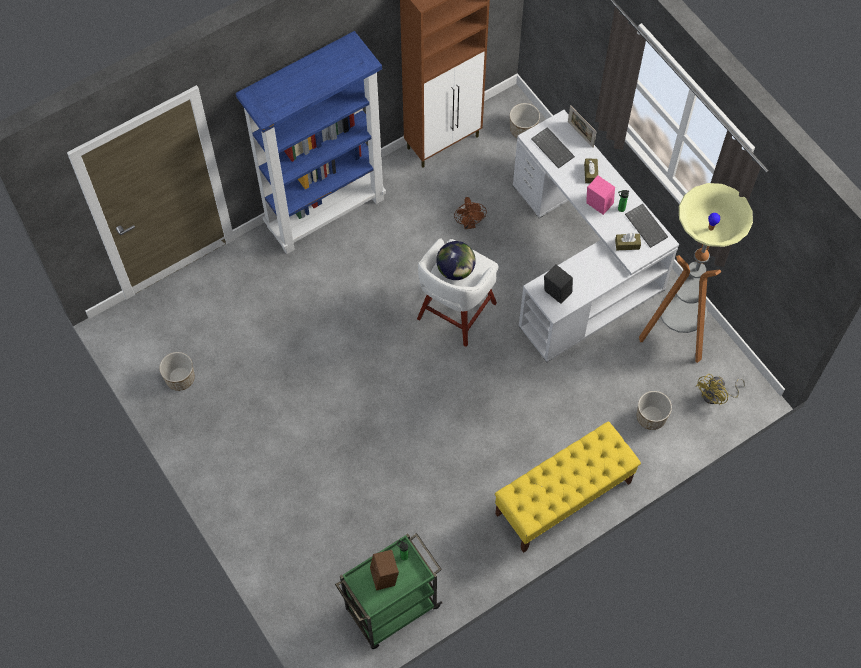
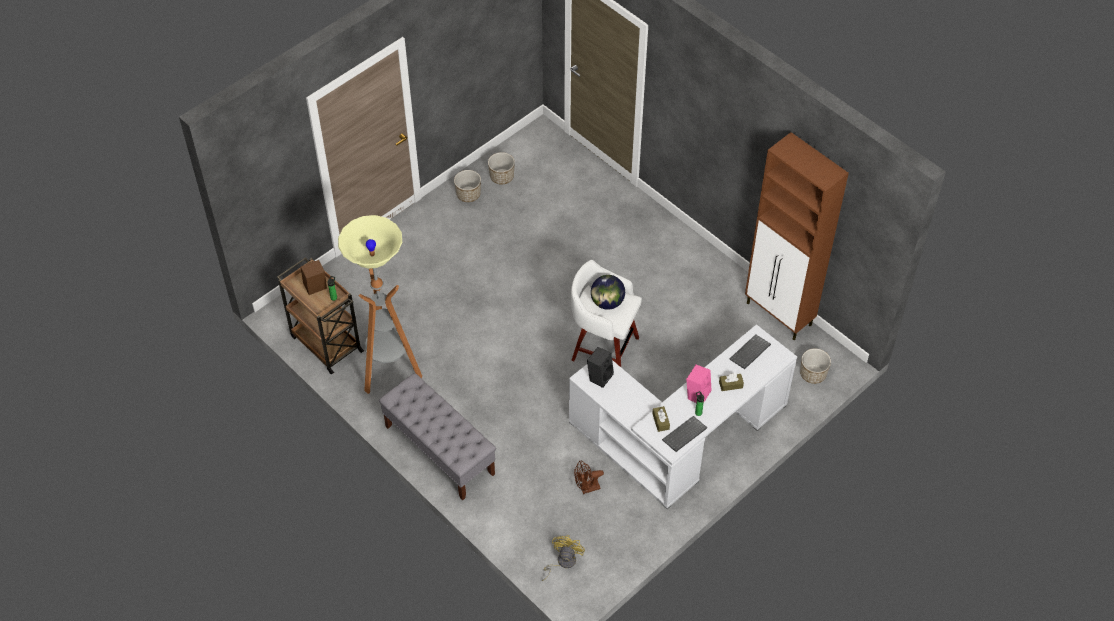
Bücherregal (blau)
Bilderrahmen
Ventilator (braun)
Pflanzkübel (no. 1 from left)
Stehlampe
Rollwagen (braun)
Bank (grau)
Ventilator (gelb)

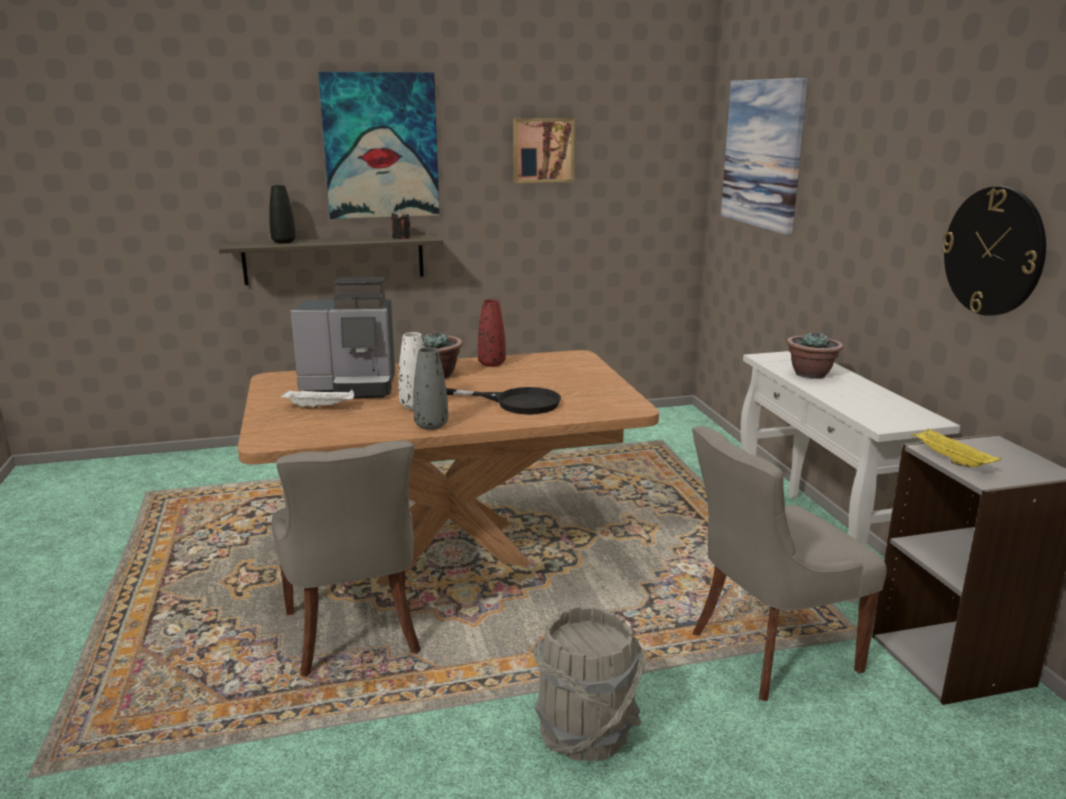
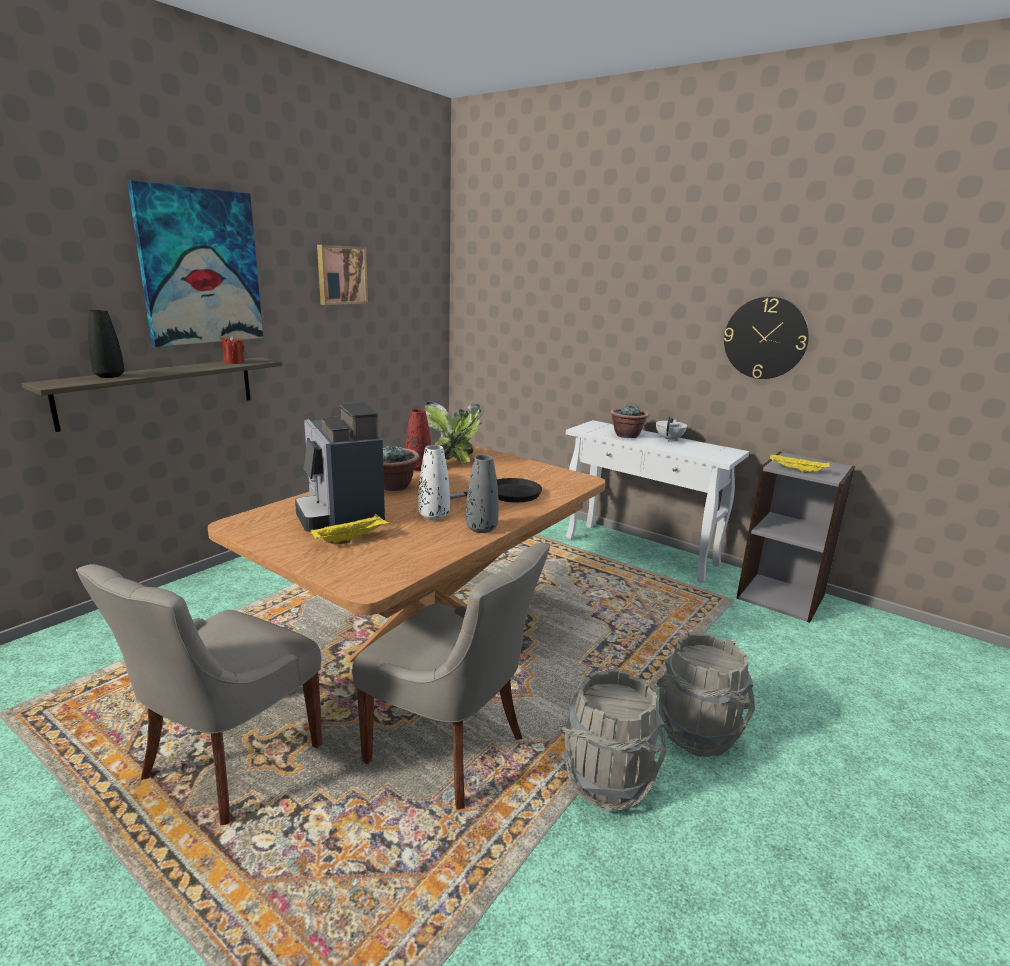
Bild (no. 3 from left in the first image)
Topfpflanze (no. 2 from left)
Eimer (grau) (no. 1 from left)
Teekanne (weiß)
Stuhl (grau) (no. 1 from left)
Tablett (gelb) (no. 1 from left)
Kerze (rot)
Kaffeemaschine

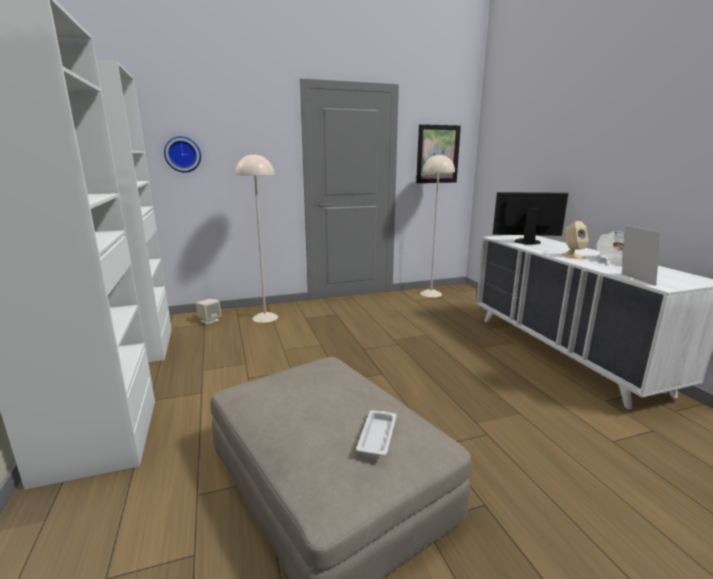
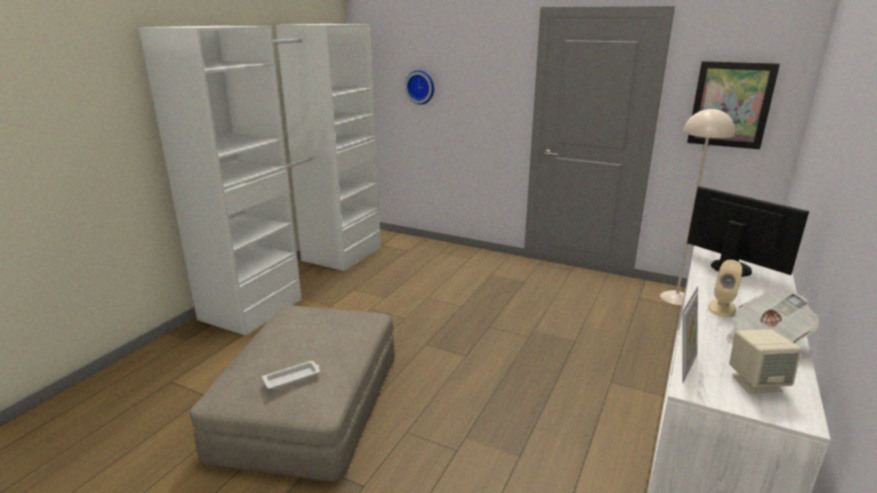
Stehlampe (beige) (no. 1 from left in the first image)
Lautsprecher (beige) (no. 2 from left)

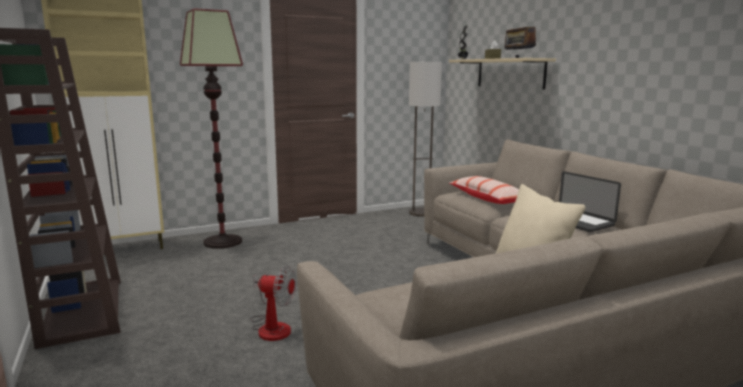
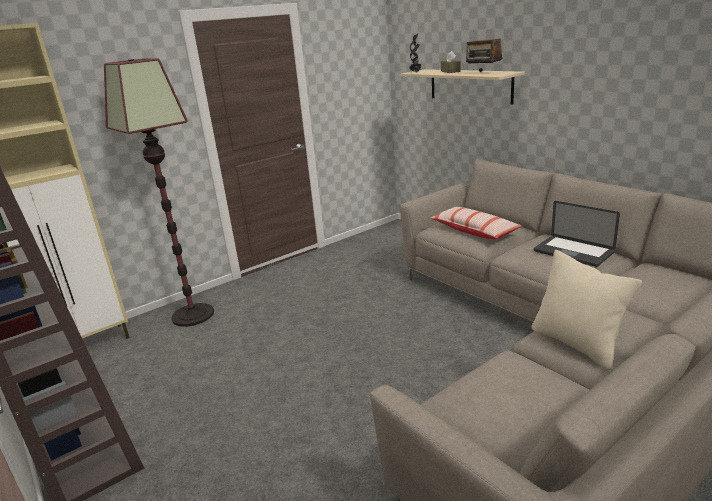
Ventilator
Stehlampe (no. 2 from left in the first image)

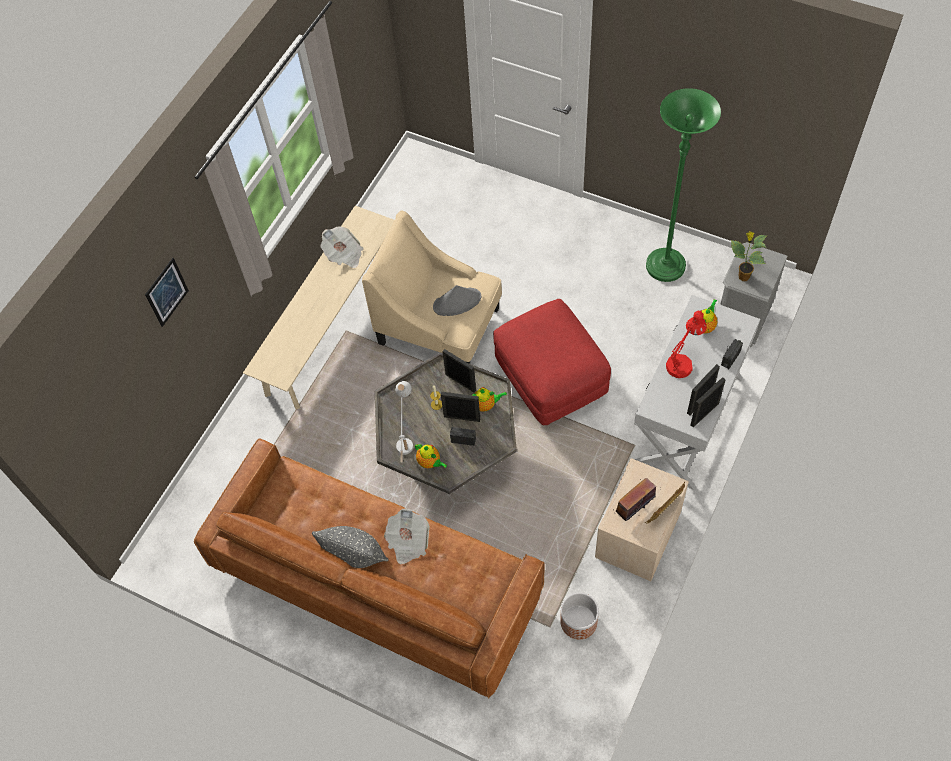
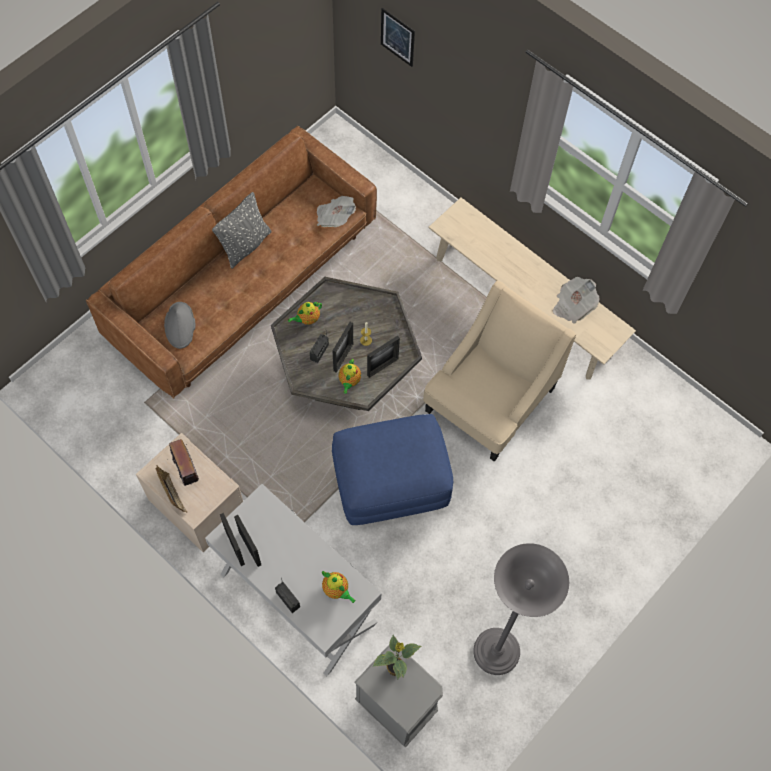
Tischlampe (weiß)
Pflanzkübel
Tischlampe (rot)
Bild
Zeitung (no. 1 from left)
Hut (grau)
Polsterhocker (blau)
Stehlampe (grau)

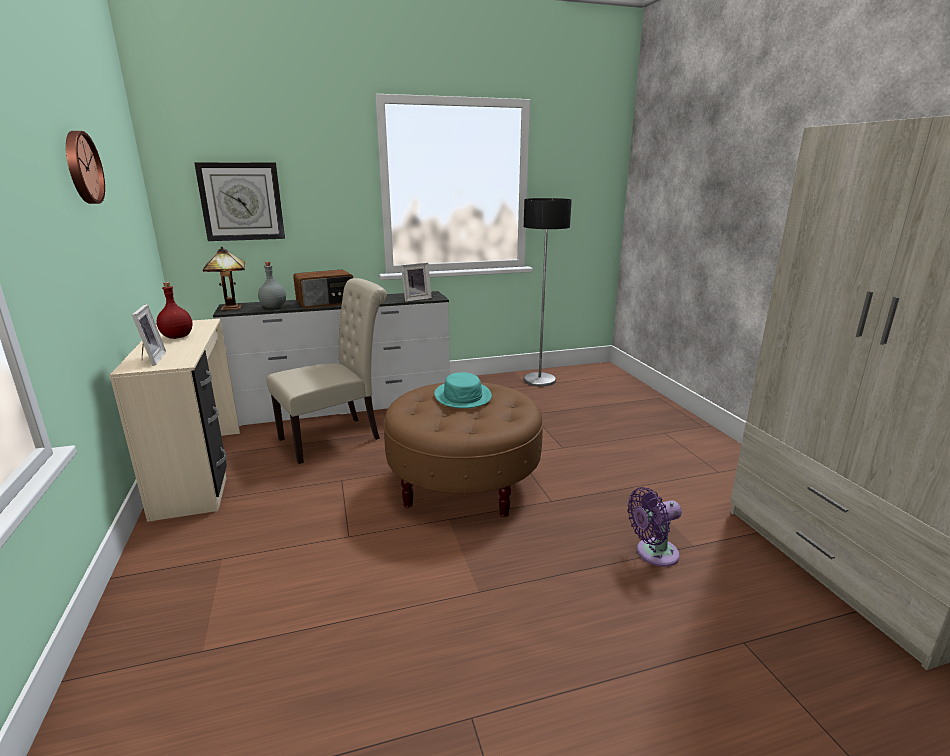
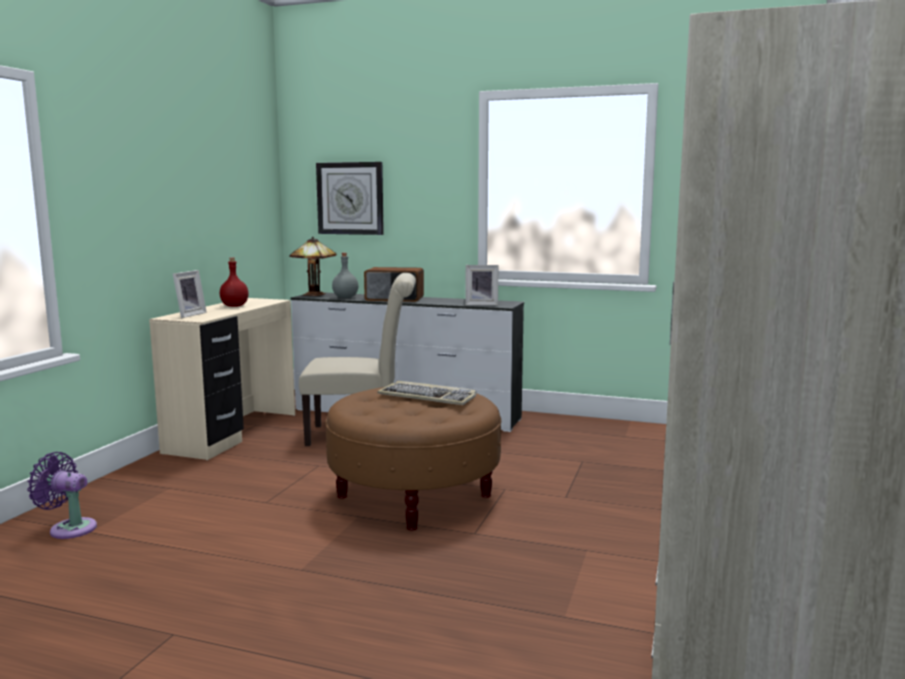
Wanduhr (no. 1 from left in the first image)
Stehlampe
Ventilator (lila)
Tastatur

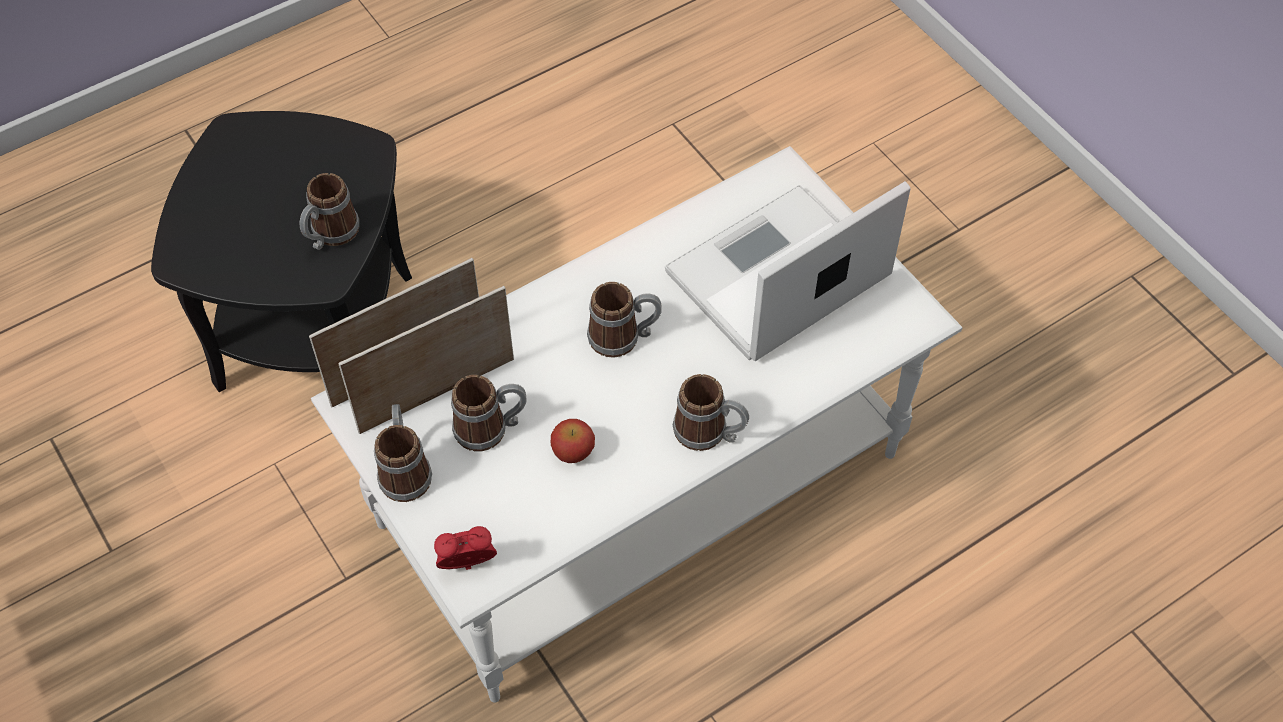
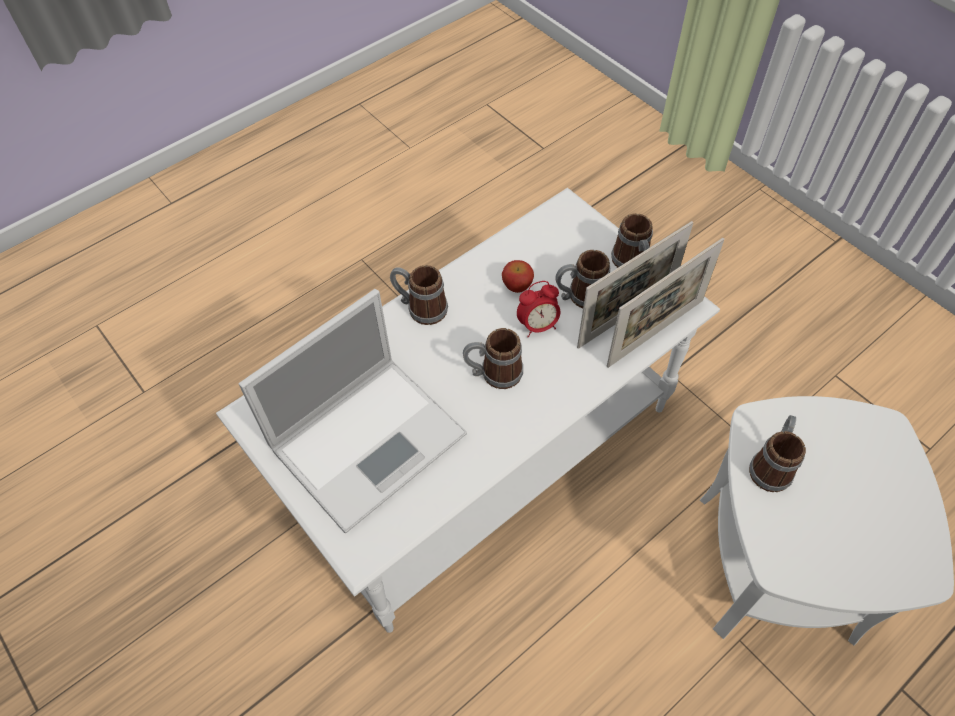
Wecker
Beistelltisch (weiß)

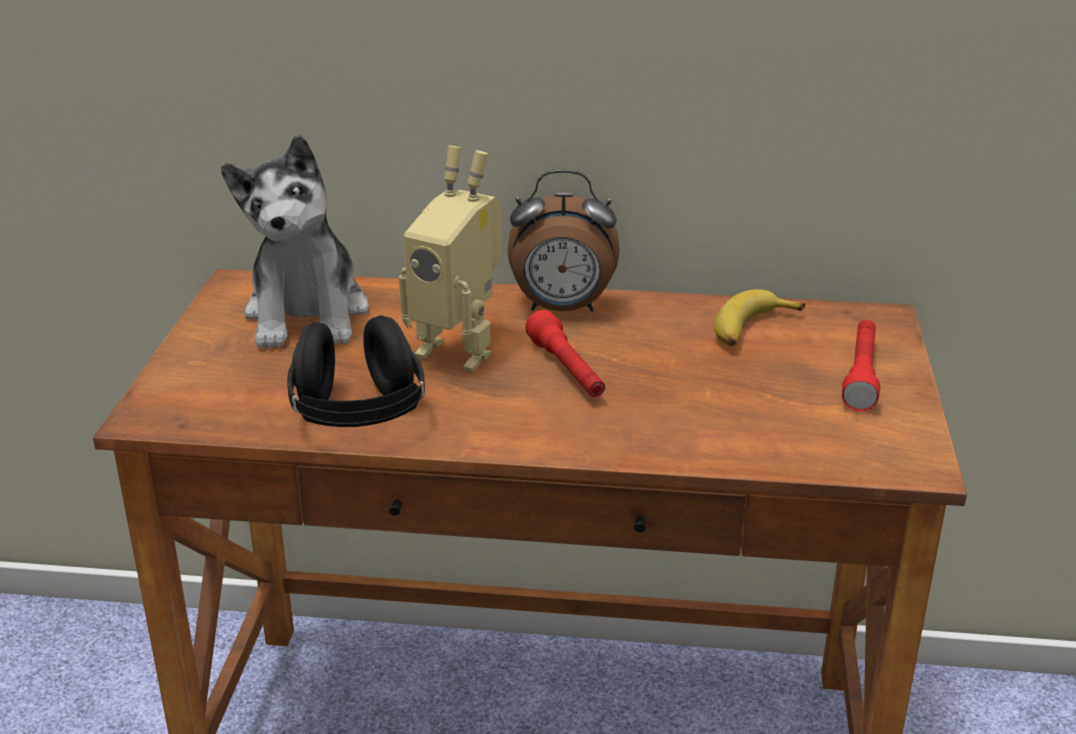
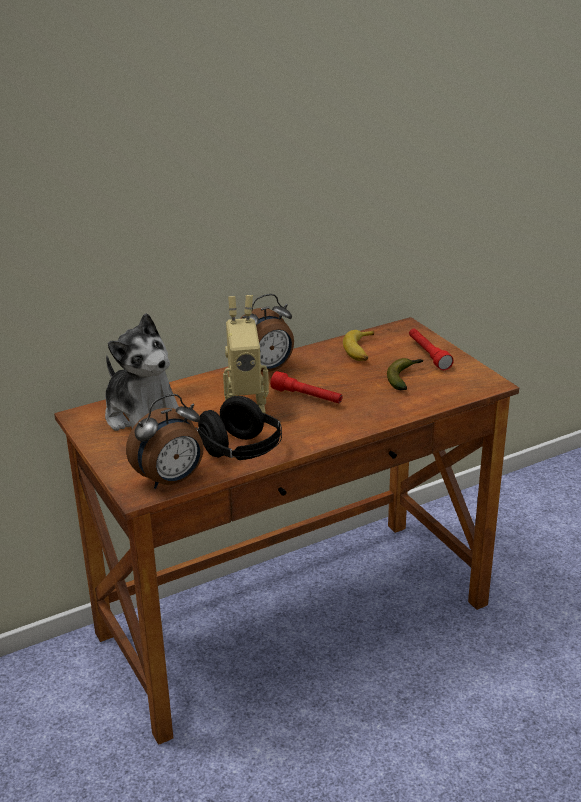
Wecker (no. 1 from left)
Banane (no. 2 from left)

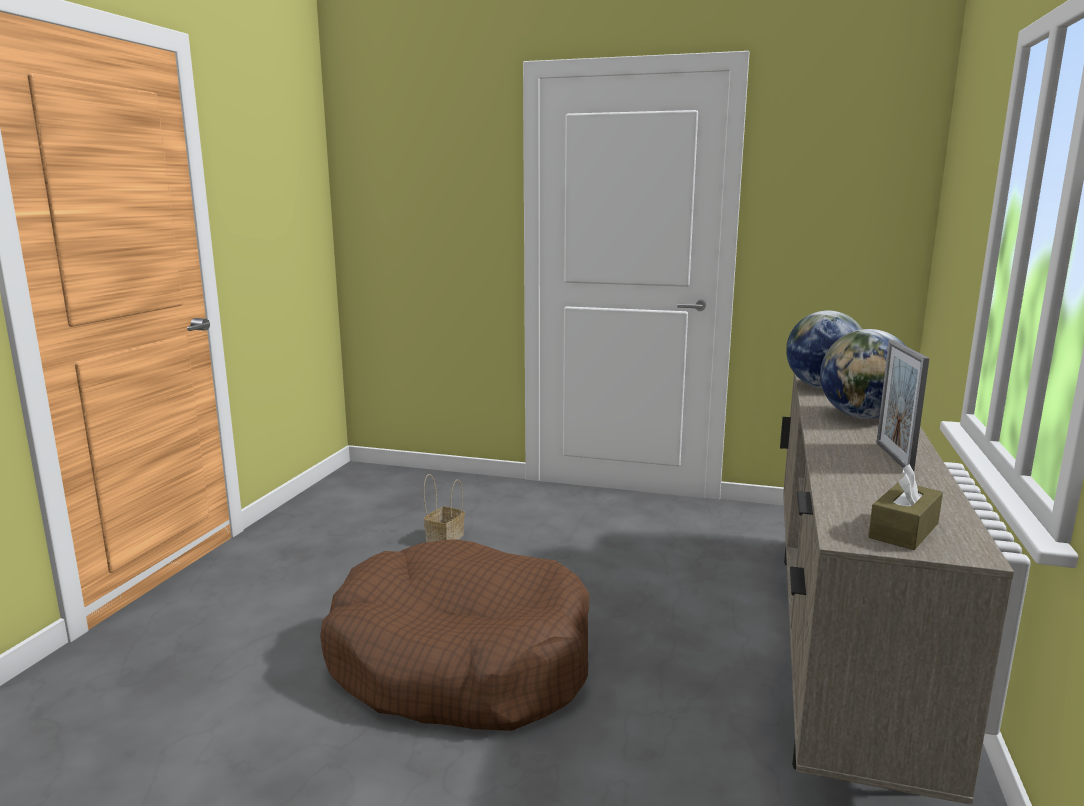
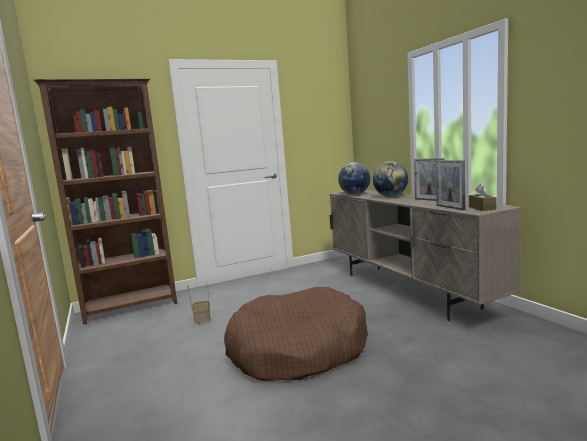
Bücherregal (braun)
Bilderrahmen (no. 2 from left)

